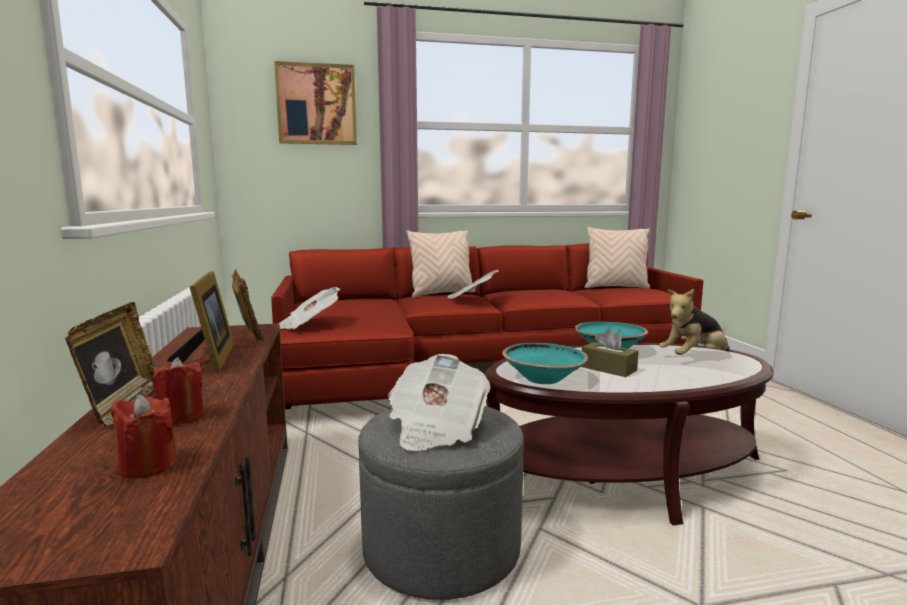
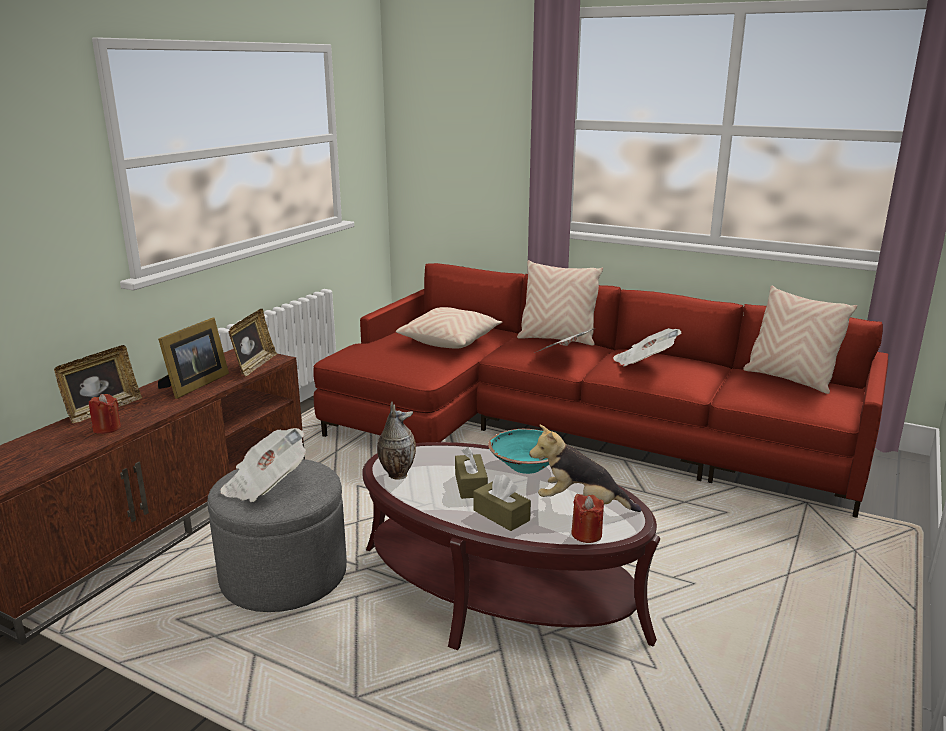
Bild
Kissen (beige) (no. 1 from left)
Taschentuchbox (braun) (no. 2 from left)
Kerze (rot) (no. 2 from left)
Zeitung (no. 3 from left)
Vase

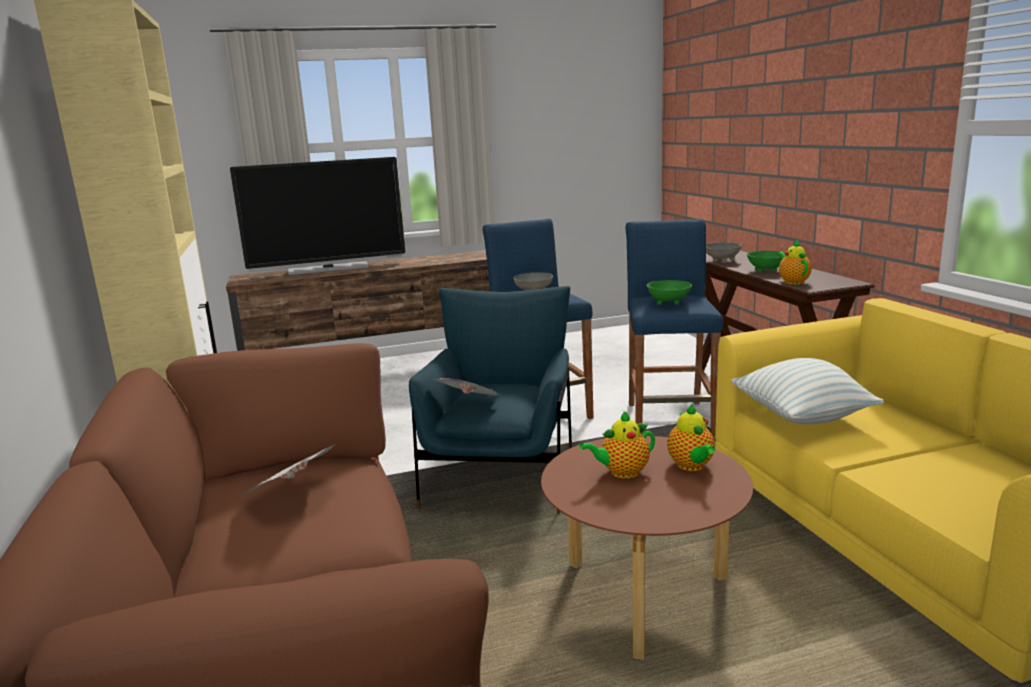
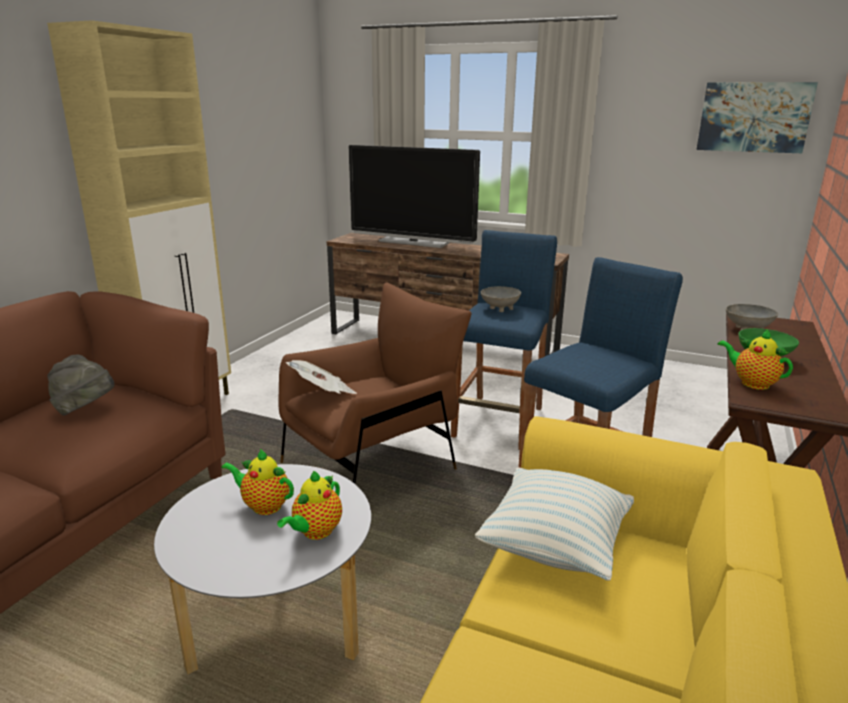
Schüssel (grün) (no. 1 from left in the first image)
Bild
Hut (grau)
Sessel (braun)
Couchtisch (grau)
Teekanne (no. 3 from left)

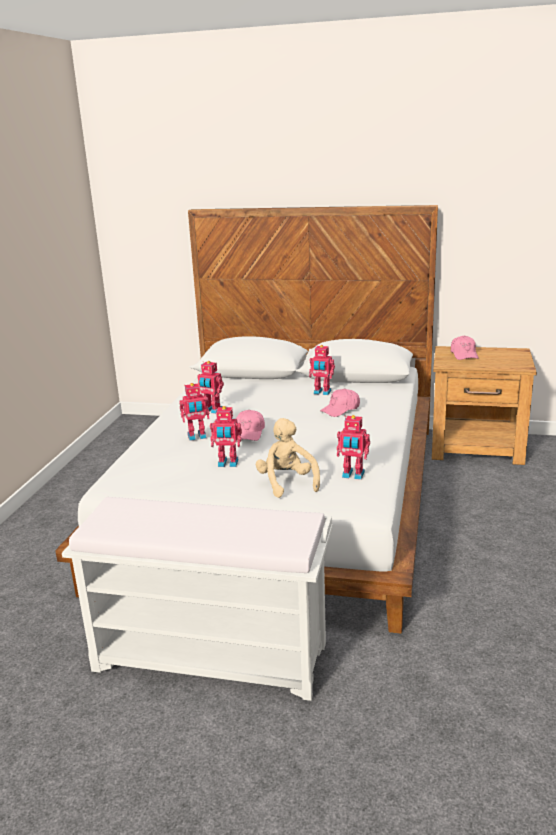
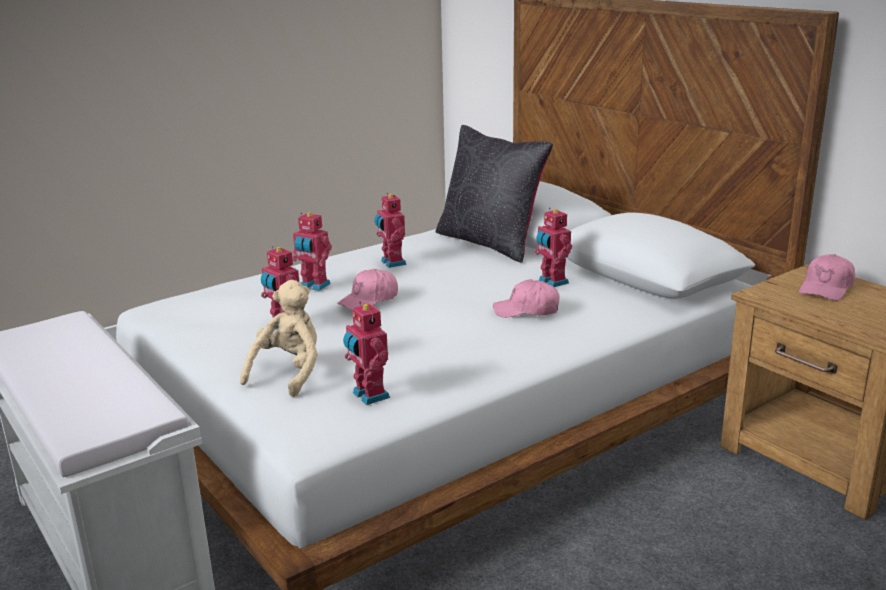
Kissen (schwarz)

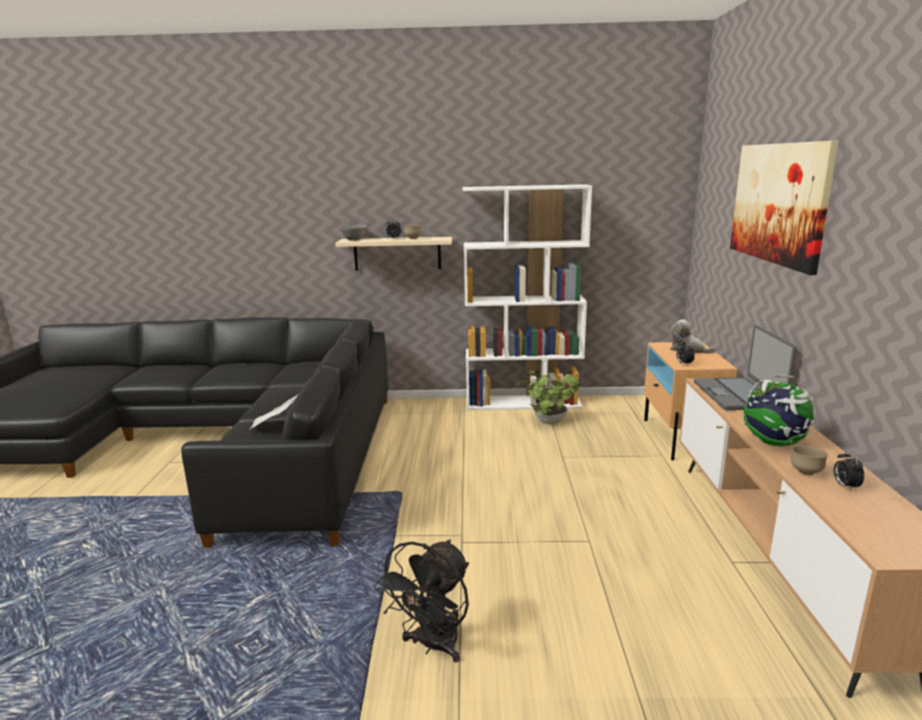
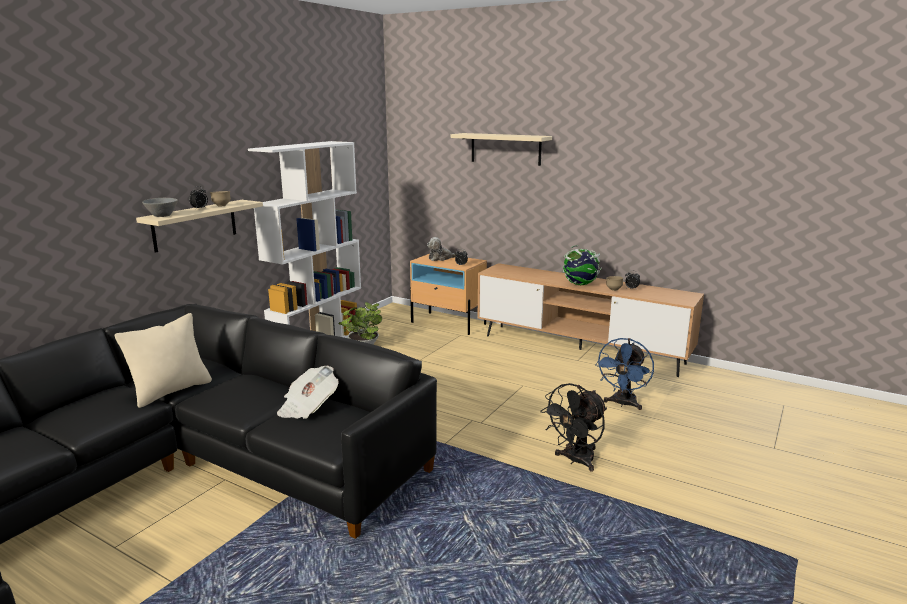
Laptop
Kissen (beige)
Ventilator (blau)
Wandregal (beige) (no. 2 from left)
Ventilator (schwarz)

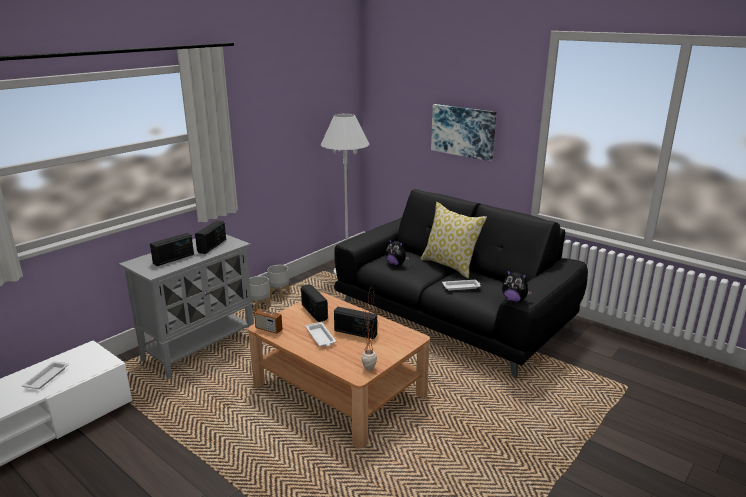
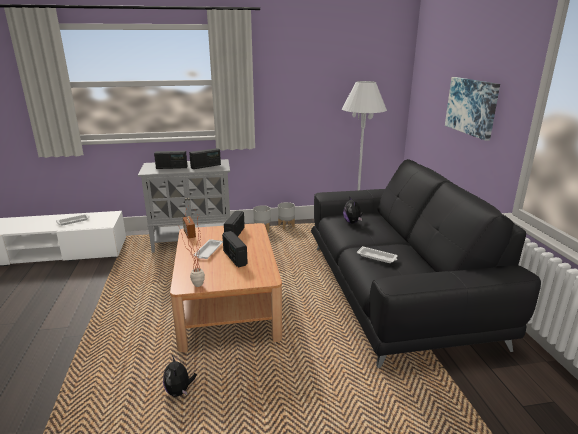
Kissen
Plüschtier (no. 1 from left)

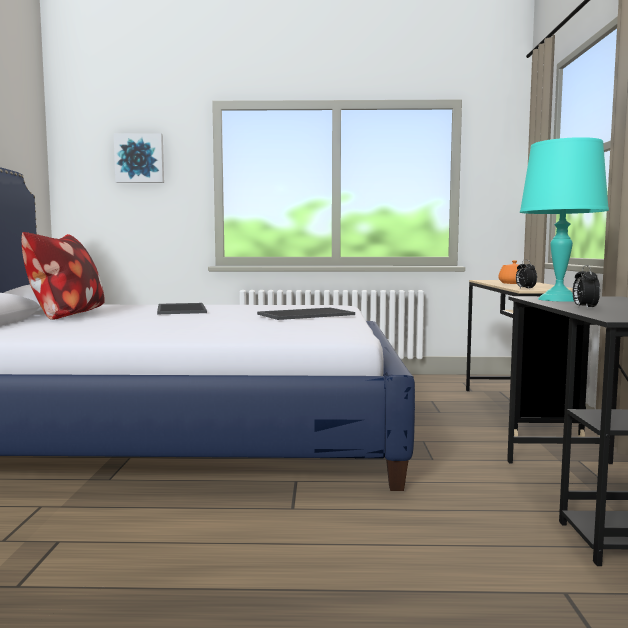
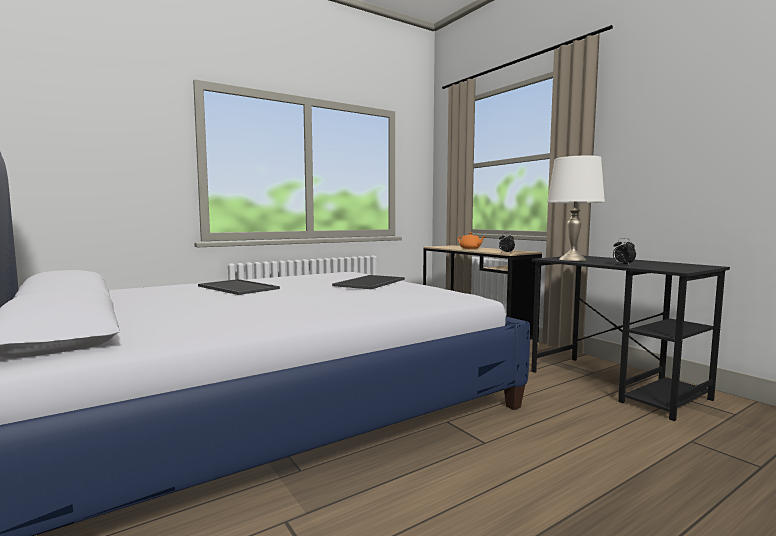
Kissen
Bild
Tischlampe (weiß)

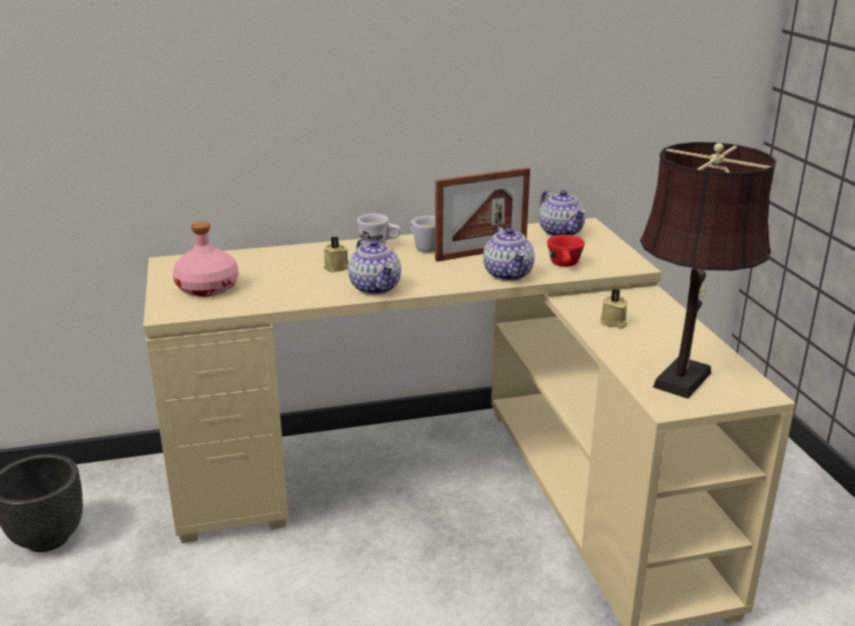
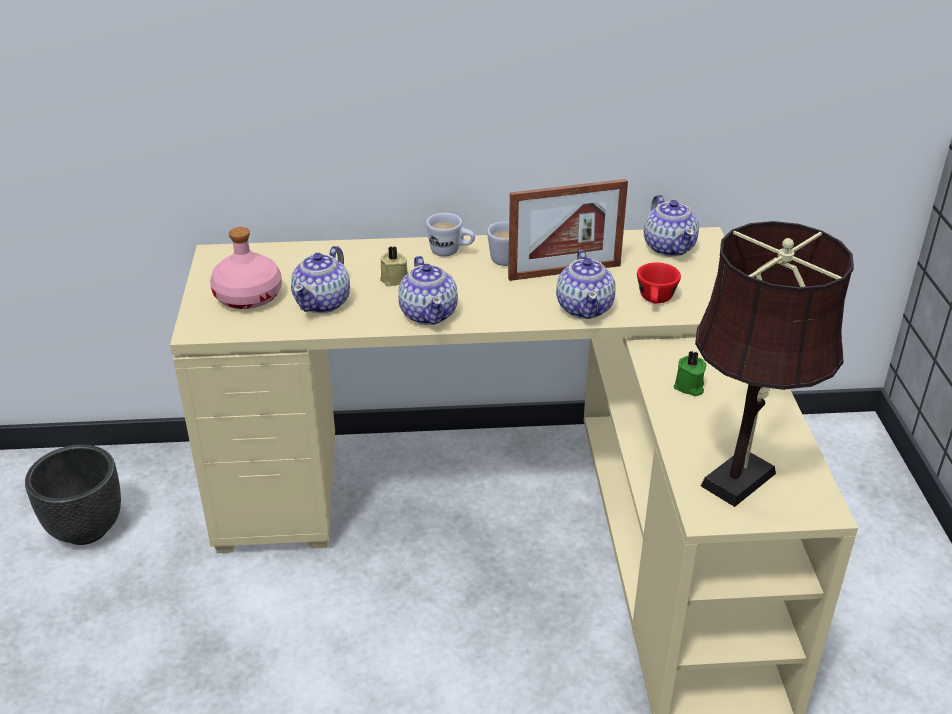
Teekanne (no. 1 from left)
Kerze (grün)

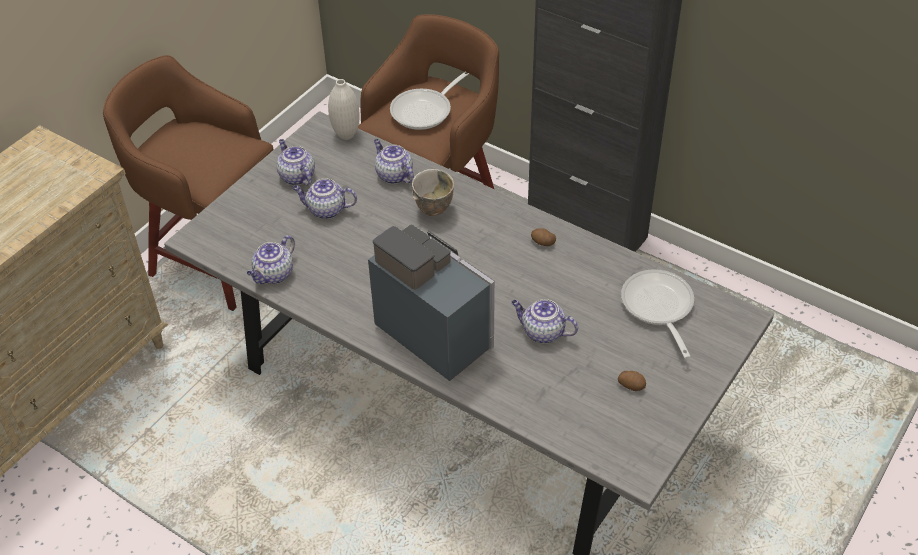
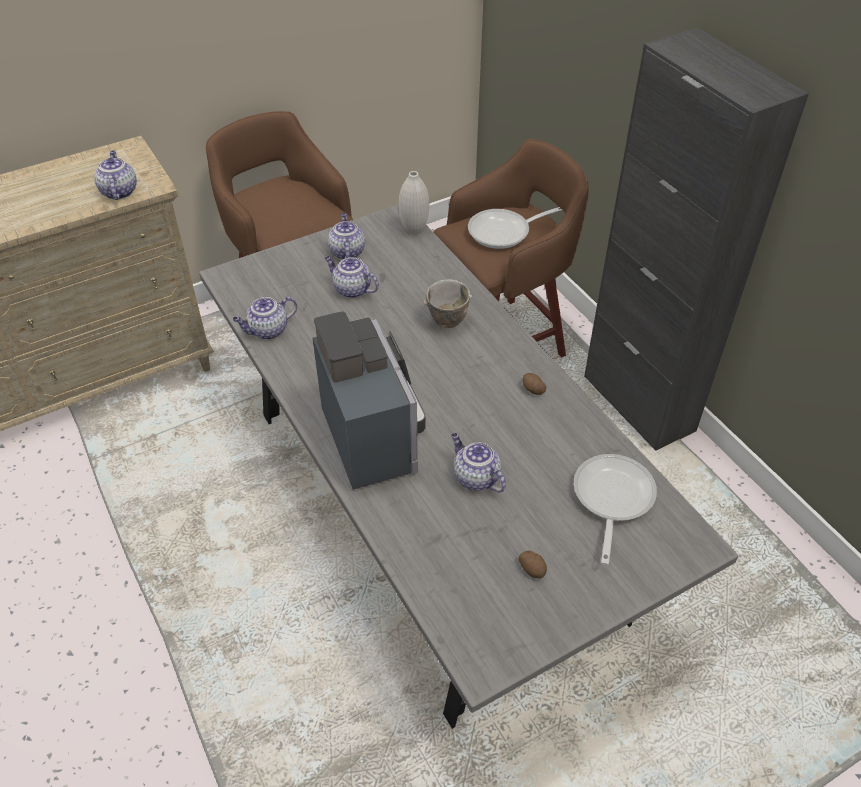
Teekanne (no. 1 from left)

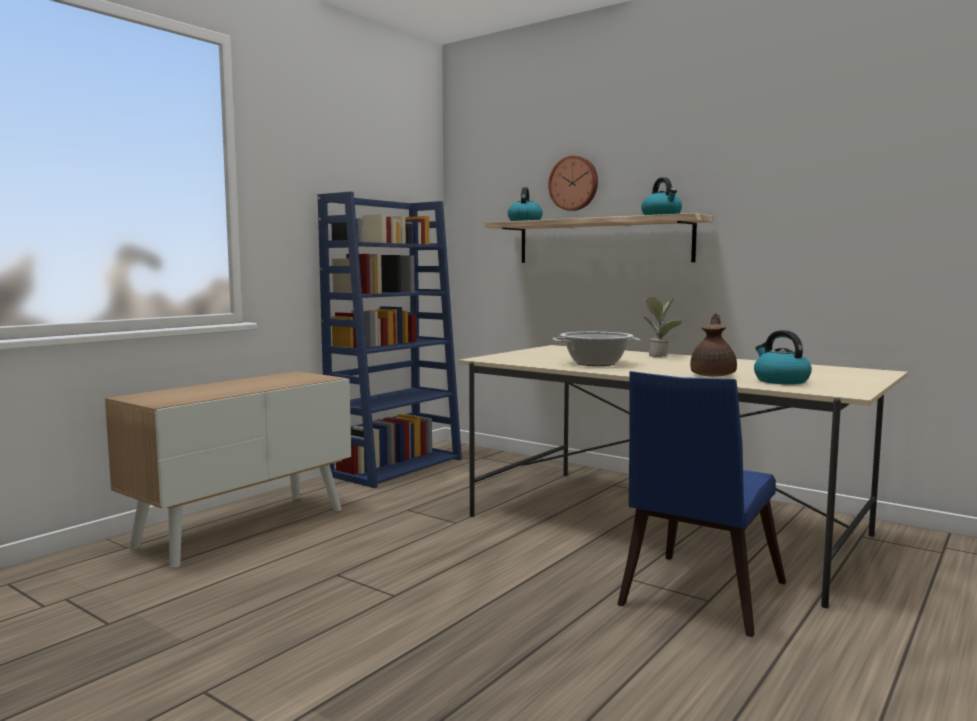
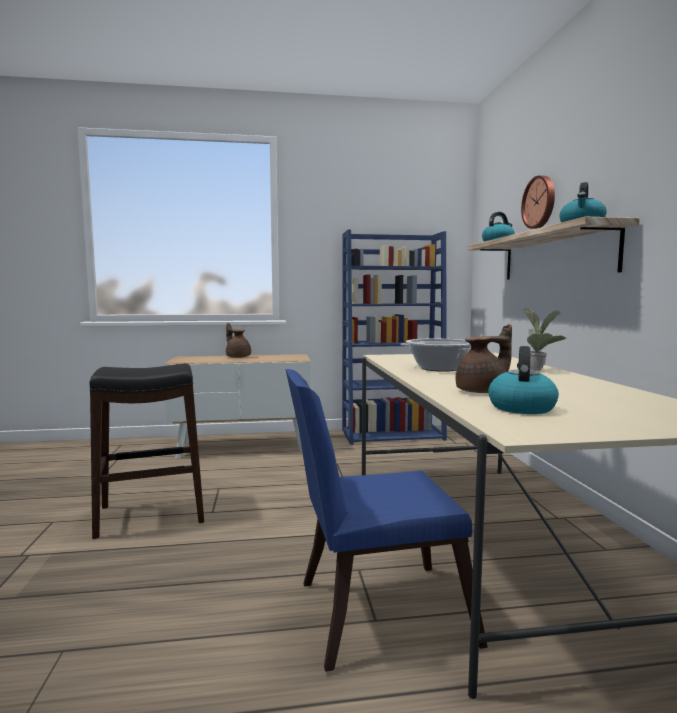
Hocker (schwarz)
Teekanne (braun) (no. 1 from left)

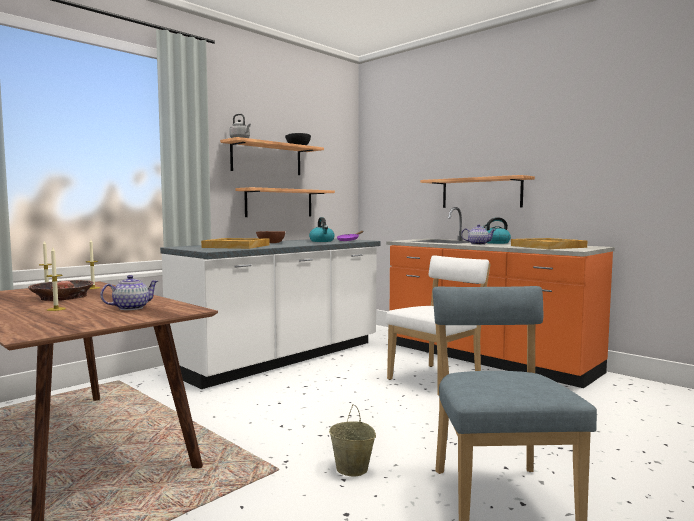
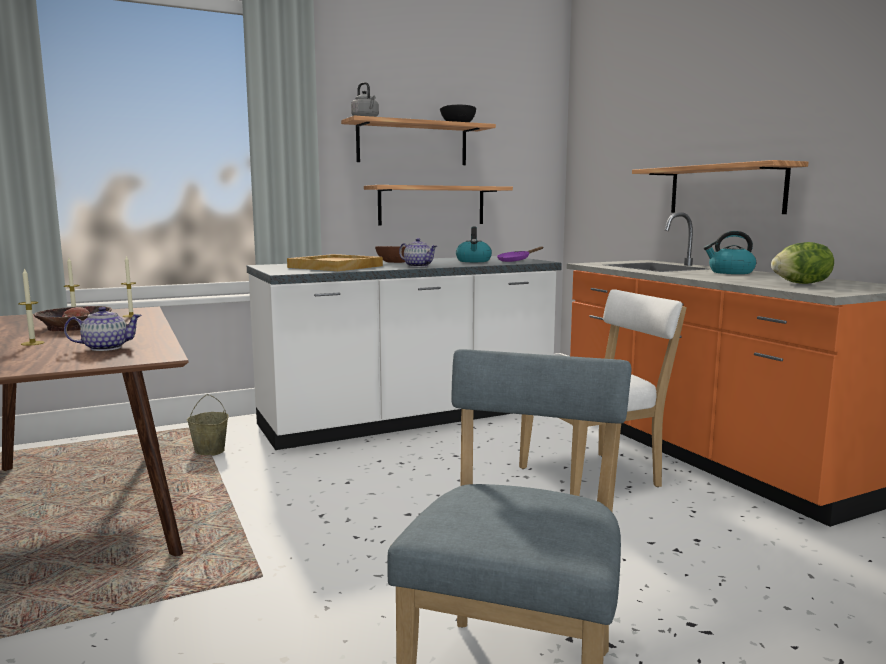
Eimer (beige)
Teekanne (no. 2 from left)
Salatkopf

